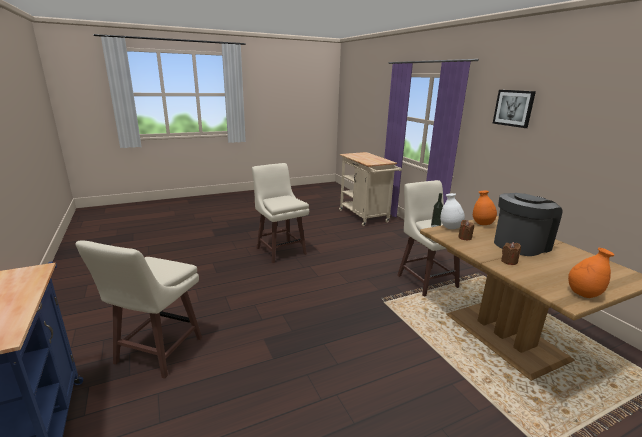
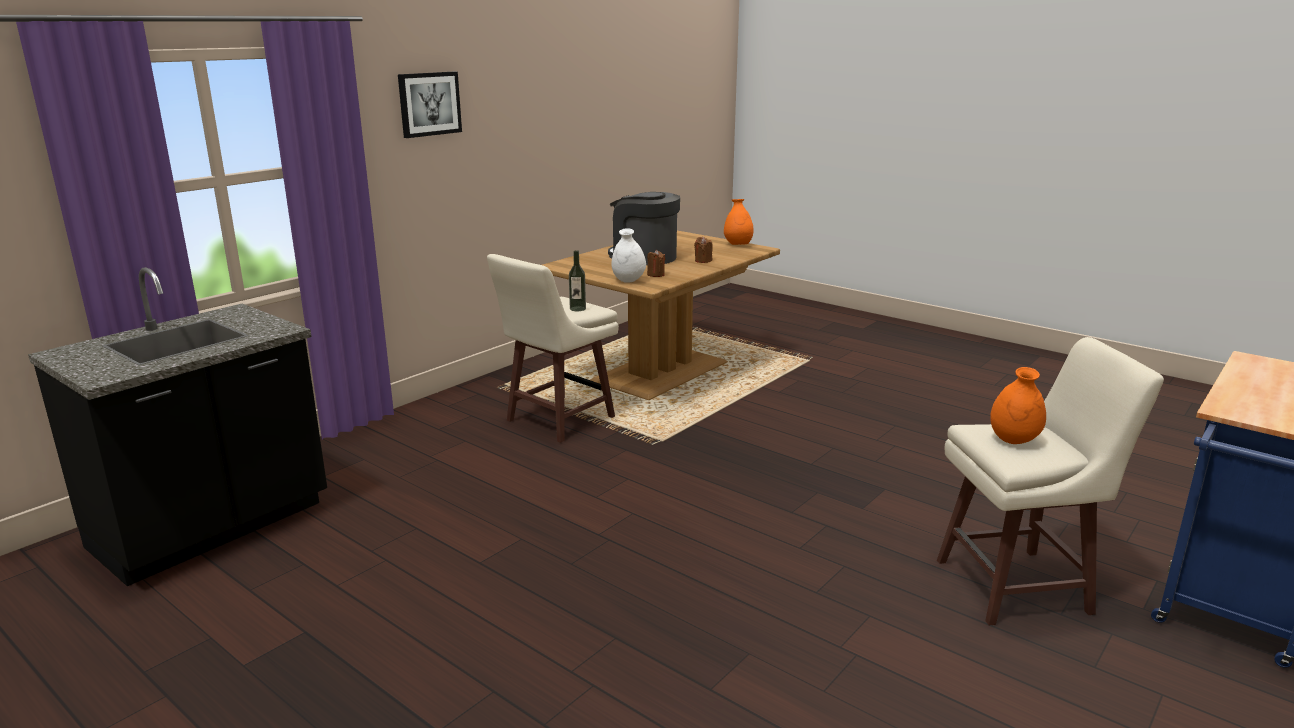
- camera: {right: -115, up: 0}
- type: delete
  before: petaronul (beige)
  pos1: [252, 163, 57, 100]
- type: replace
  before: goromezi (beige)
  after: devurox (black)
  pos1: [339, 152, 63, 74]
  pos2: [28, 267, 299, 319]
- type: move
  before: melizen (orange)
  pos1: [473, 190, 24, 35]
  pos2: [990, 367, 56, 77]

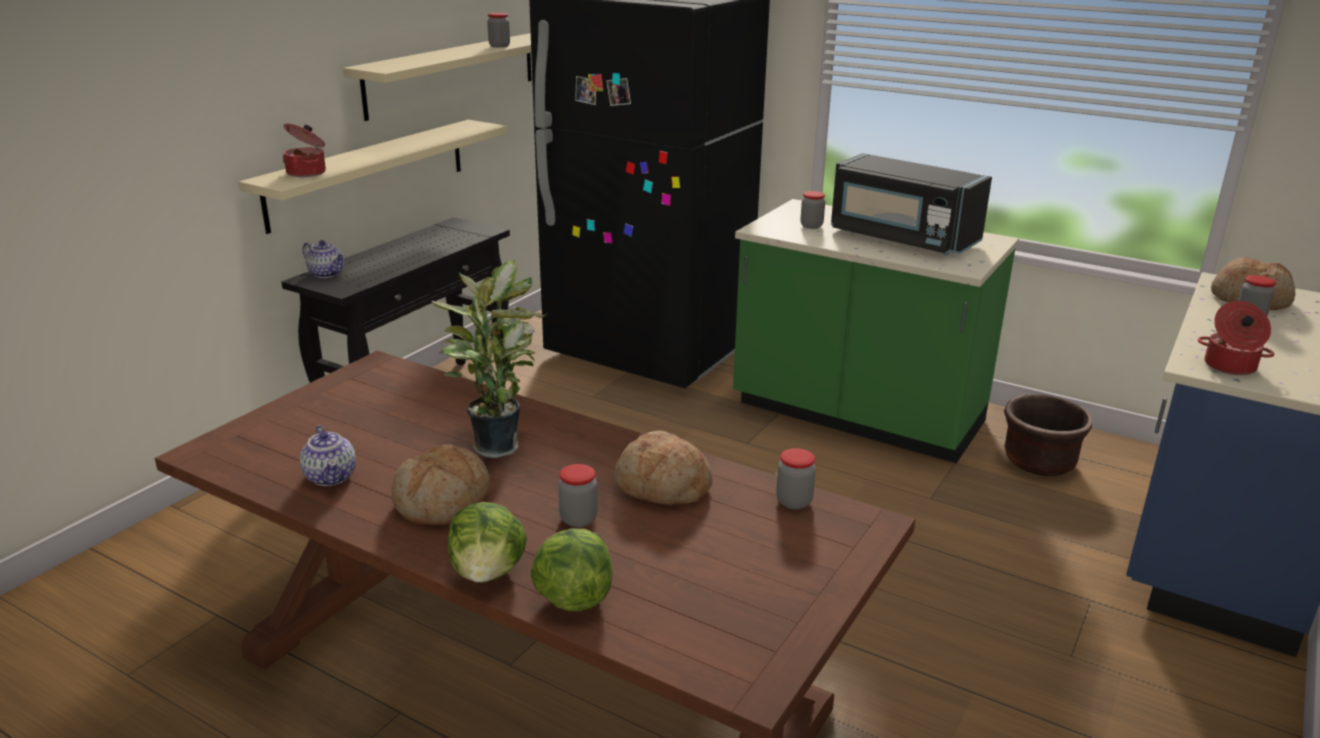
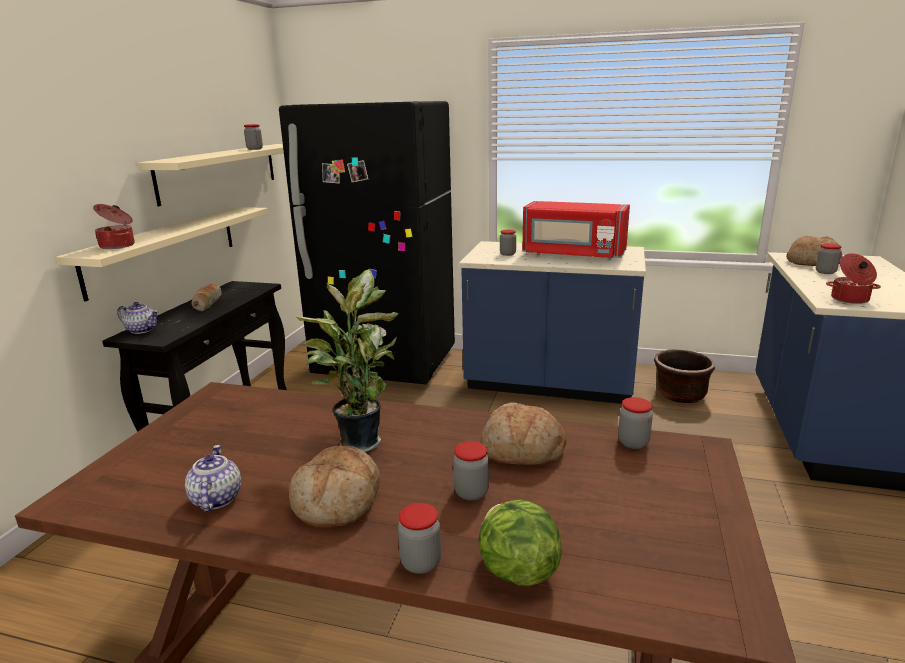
- camera: {right: -15, up: -5}
- type: rotate
  before: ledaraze
  pos1: [300, 425, 56, 61]
  pos2: [185, 445, 56, 67]
  turn: -150
- type: replace
  before: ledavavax
  after: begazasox
  pos1: [448, 502, 79, 81]
  pos2: [398, 503, 43, 71]
- type: recolor
  before: devurox (green)
  after: devurox (blue)
  pos1: [733, 199, 286, 264]
  pos2: [459, 241, 187, 163]
- type: recolor
  before: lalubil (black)
  after: lalubil (red)
  pos1: [831, 153, 161, 102]
  pos2: [522, 201, 108, 59]
- type: insert
  after: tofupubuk
  pos2: [192, 284, 30, 27]

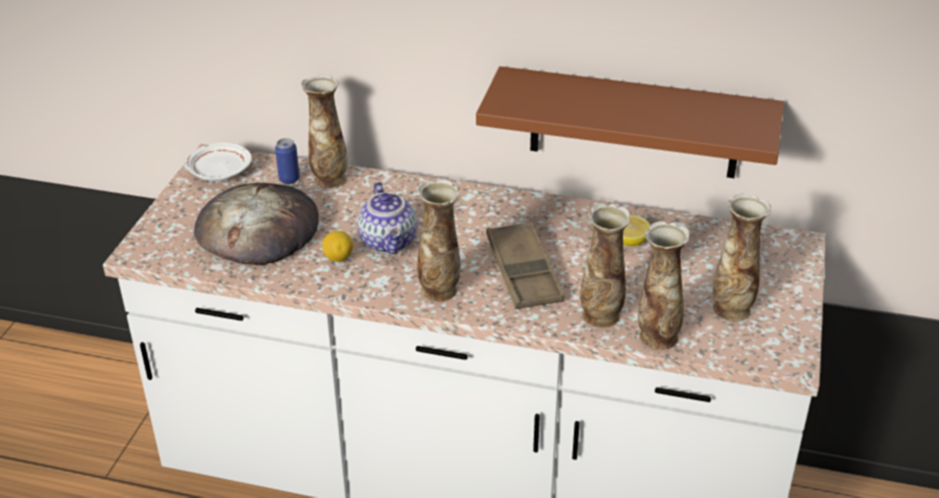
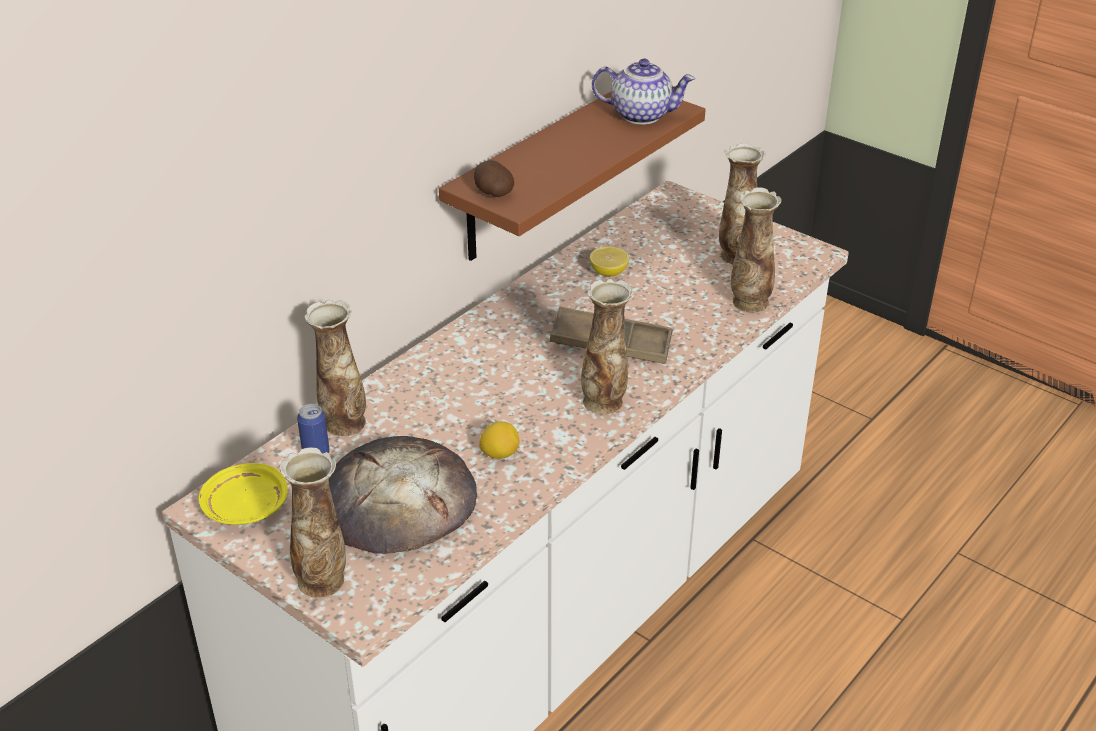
- camera: {right: -65, up: 0}
- type: recolor
  before: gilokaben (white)
  after: gilokaben (yellow)
  pos1: [186, 143, 66, 38]
  pos2: [199, 463, 89, 62]
- type: move
  before: ledaraze
  pos1: [357, 182, 60, 72]
  pos2: [592, 59, 103, 66]
- type: move
  before: melizen
  pos1: [580, 203, 51, 125]
  pos2: [280, 447, 66, 151]
- type: insert
  after: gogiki
  pos2: [474, 160, 40, 37]

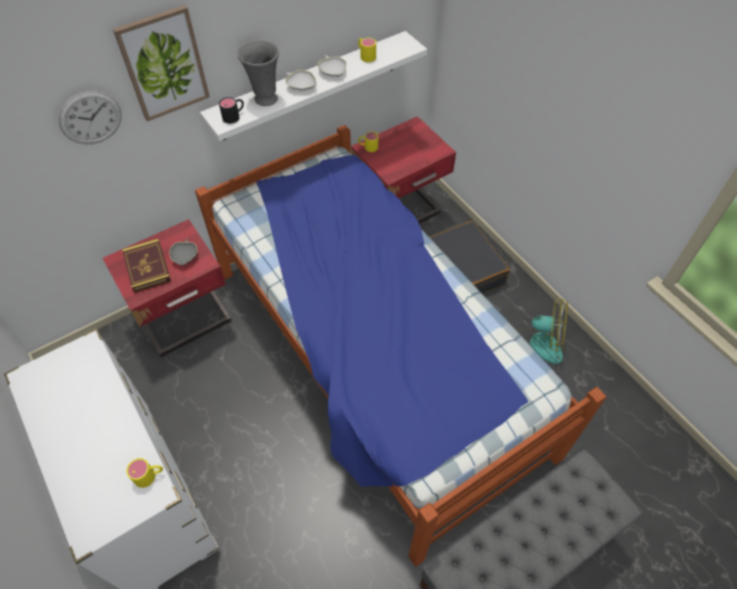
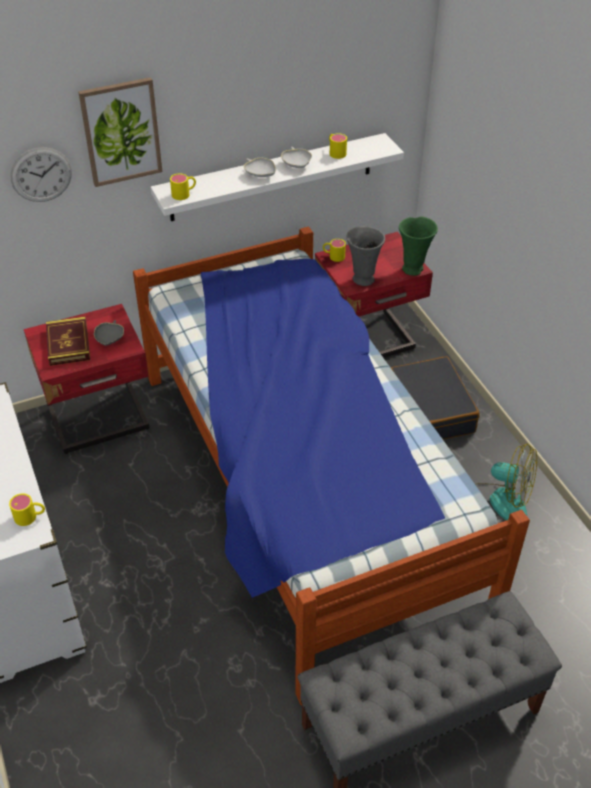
- camera: {right: 10, up: -10}
- type: recolor
  before: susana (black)
  after: susana (yellow)
  pos1: [219, 97, 25, 27]
  pos2: [170, 173, 26, 27]
- type: move
  before: melizen (grey)
  pos1: [237, 40, 42, 66]
  pos2: [346, 226, 39, 60]
- type: insert
  after: melizen (green)
  pos2: [399, 217, 39, 59]

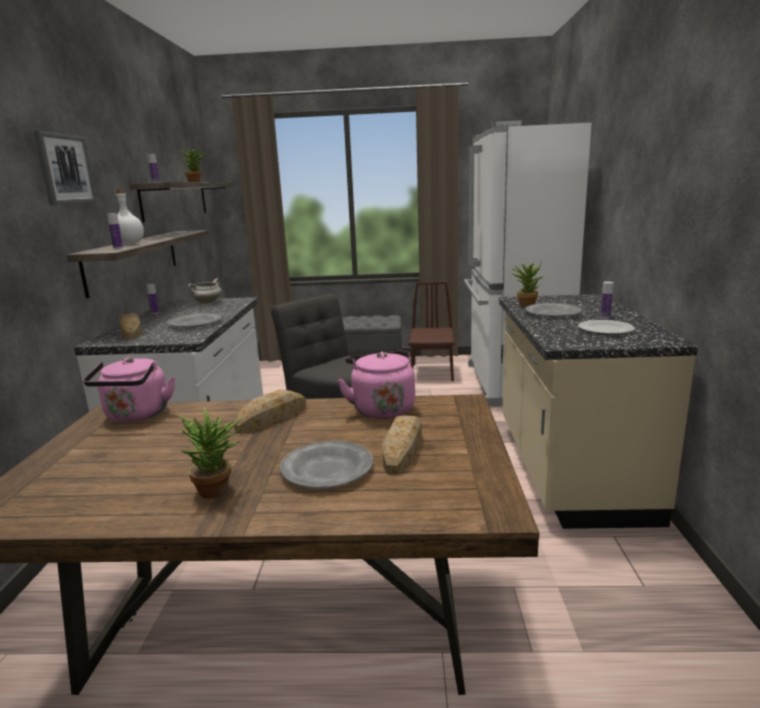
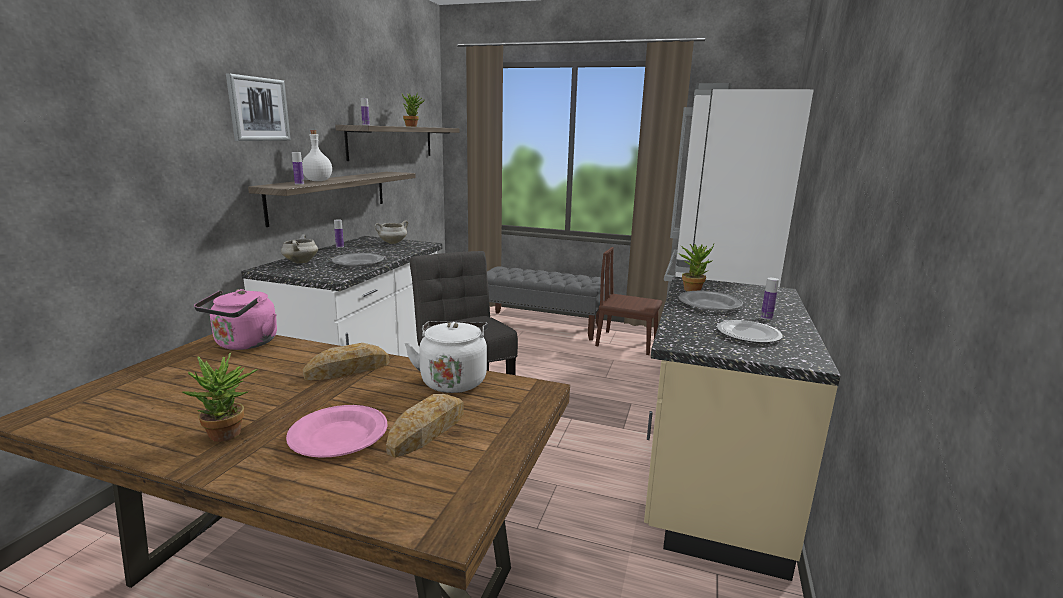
- camera: {right: 15, up: 0}
- type: replace
  before: tofupubuk
  after: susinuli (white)
  pos1: [119, 313, 23, 26]
  pos2: [281, 234, 37, 29]
- type: recolor
  before: gilokaben (grey)
  after: gilokaben (pink)
  pos1: [280, 441, 93, 48]
  pos2: [286, 405, 102, 53]
- type: recolor
  before: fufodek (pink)
  after: fufodek (white)
  pos1: [338, 351, 77, 68]
  pos2: [405, 321, 83, 72]
- type: rotate
  before: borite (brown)
  pos1: [409, 281, 46, 100]
  pos2: [595, 247, 67, 108]
  turn: -90

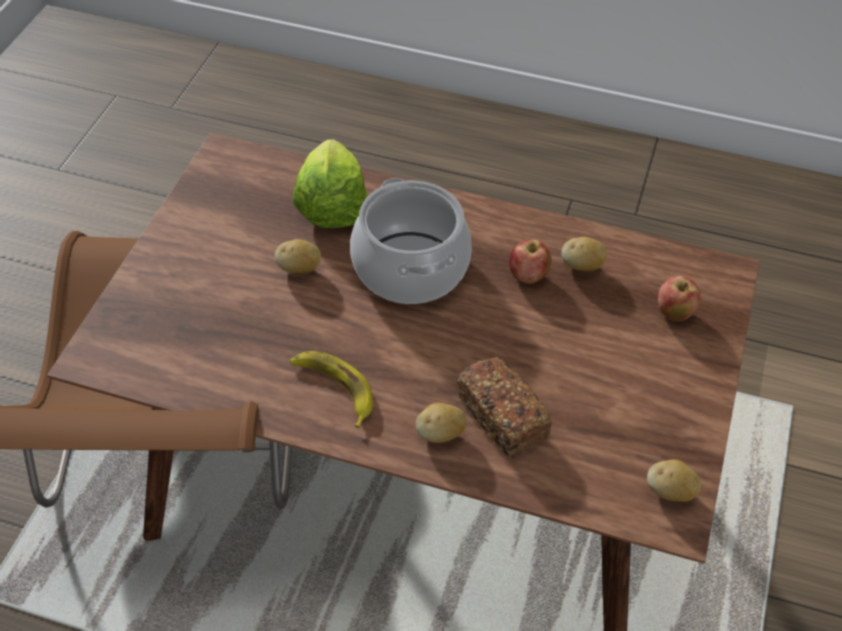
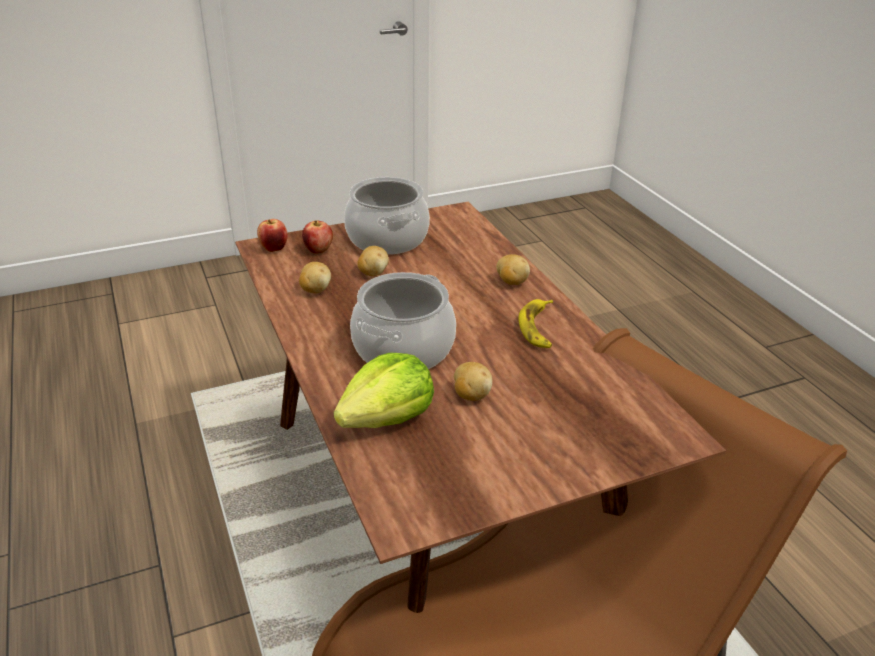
- camera: {right: -130, up: -15}
- type: delete
  before: tofupubuk
  pos1: [457, 357, 95, 101]
- type: move
  before: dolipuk
  pos1: [509, 239, 42, 45]
  pos2: [257, 219, 31, 33]
- type: move
  before: gogiki
  pos1: [647, 459, 54, 43]
  pos2: [357, 246, 32, 30]
- type: insert
  after: susinuli
  pos2: [344, 177, 86, 78]

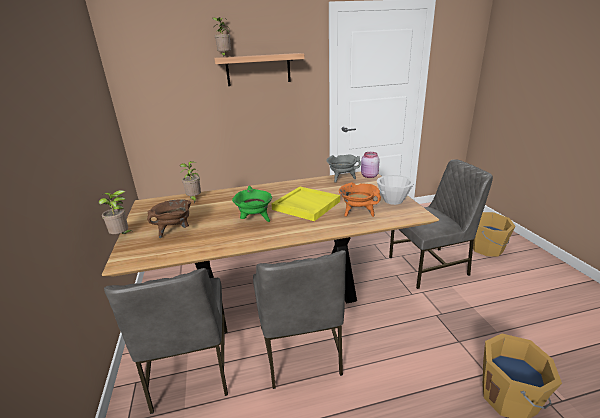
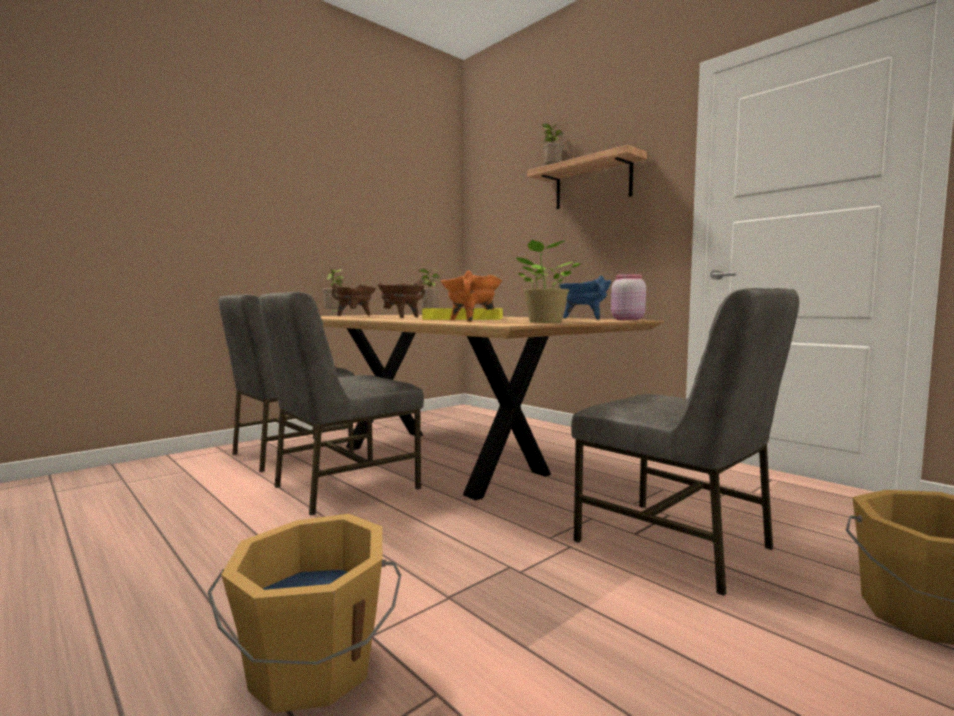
- camera: {right: 60, up: -20}
- type: recolor
  before: susinuli (green)
  after: susinuli (brown)
  pos1: [232, 186, 40, 36]
  pos2: [377, 280, 48, 38]
- type: recolor
  before: susinuli (grey)
  after: susinuli (blue)
  pos1: [326, 155, 35, 28]
  pos2: [559, 276, 52, 43]
- type: replace
  before: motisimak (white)
  after: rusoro
  pos1: [377, 175, 37, 30]
  pos2: [516, 240, 65, 83]

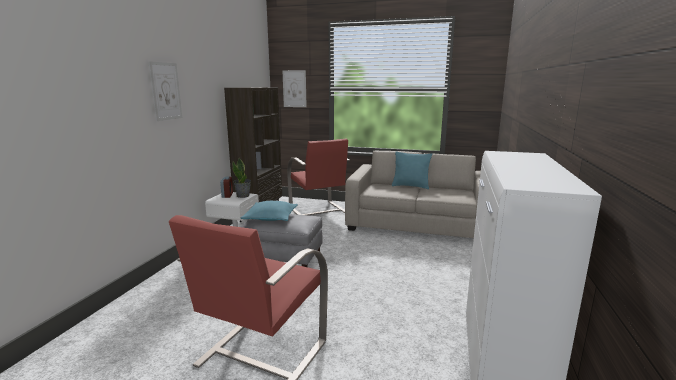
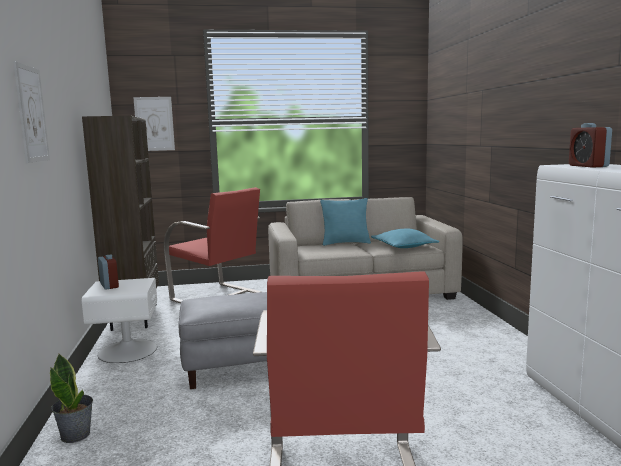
- camera: {right: -25, up: -5}
- type: move
  before: rusoro
  pos1: [232, 158, 19, 40]
  pos2: [50, 354, 43, 89]
- type: move
  before: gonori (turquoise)
  pos1: [240, 201, 58, 20]
  pos2: [371, 229, 68, 19]
- type: insert
  after: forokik
  pos2: [569, 123, 43, 45]

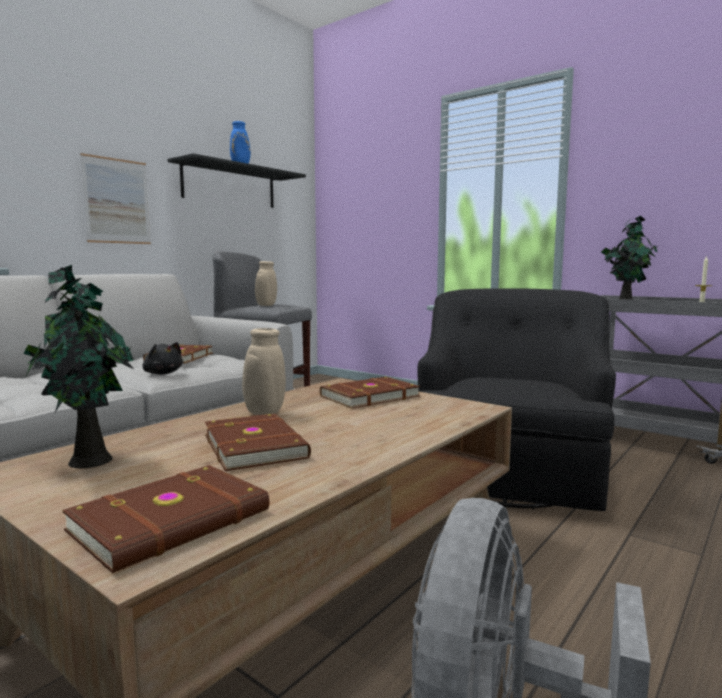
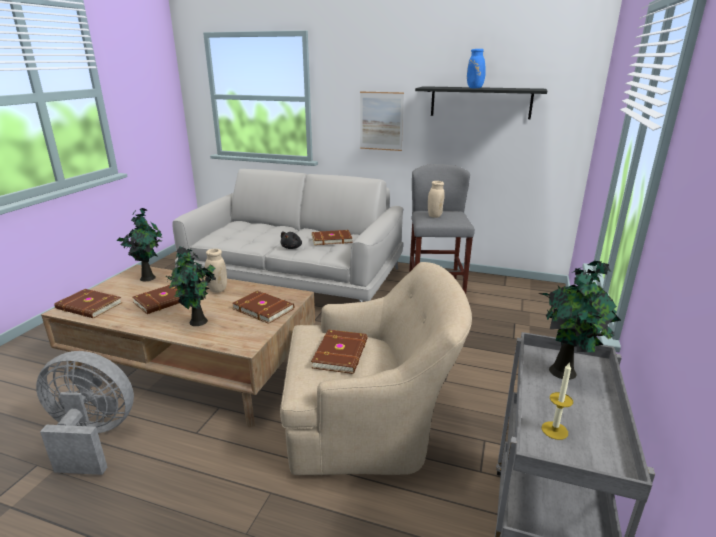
- camera: {right: 70, up: 15}
- type: recolor
  before: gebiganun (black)
  after: gebiganun (beige)
  pos1: [417, 288, 199, 223]
  pos2: [280, 262, 192, 213]
- type: insert
  after: rusoro
  pos2: [165, 246, 51, 80]
- type: insert
  after: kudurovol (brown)
  pos2: [311, 329, 57, 45]

